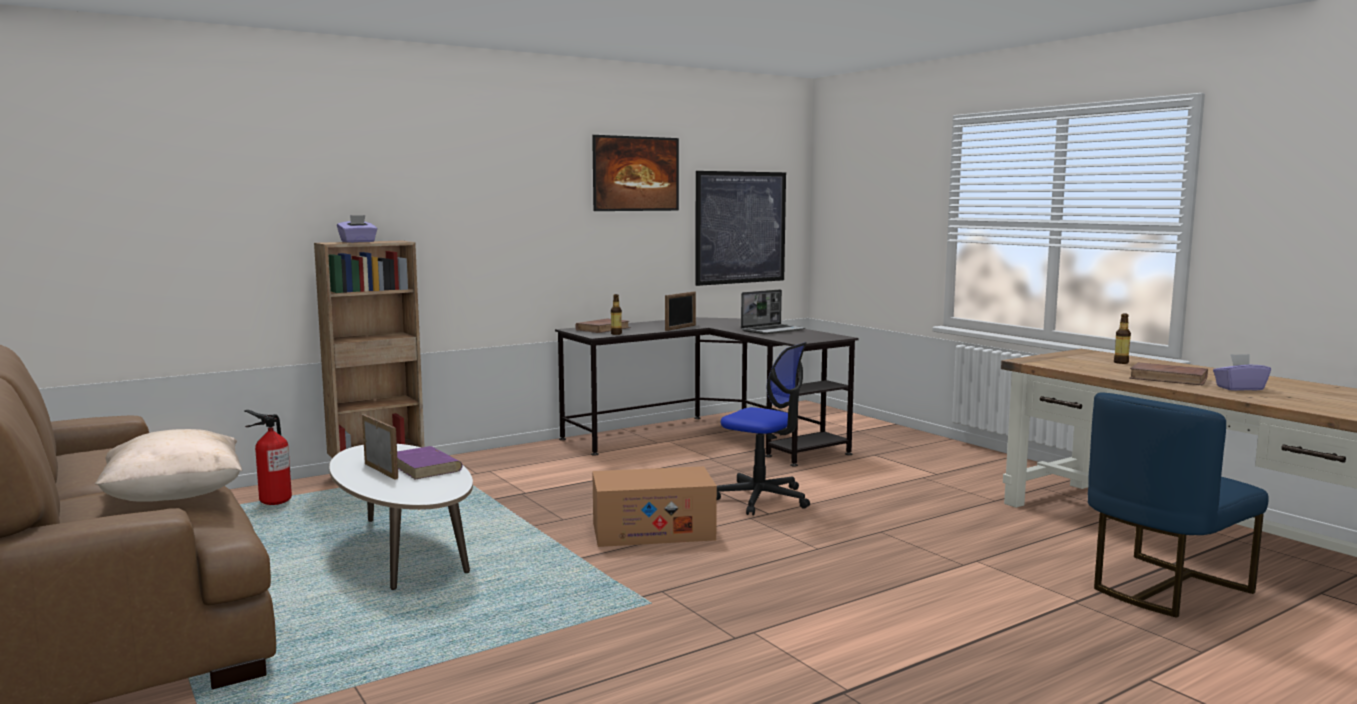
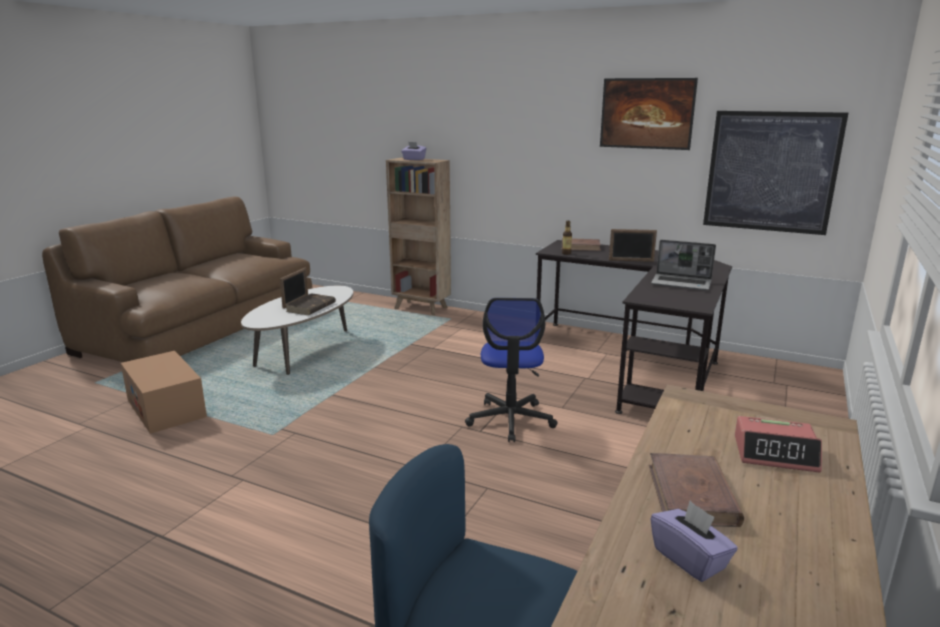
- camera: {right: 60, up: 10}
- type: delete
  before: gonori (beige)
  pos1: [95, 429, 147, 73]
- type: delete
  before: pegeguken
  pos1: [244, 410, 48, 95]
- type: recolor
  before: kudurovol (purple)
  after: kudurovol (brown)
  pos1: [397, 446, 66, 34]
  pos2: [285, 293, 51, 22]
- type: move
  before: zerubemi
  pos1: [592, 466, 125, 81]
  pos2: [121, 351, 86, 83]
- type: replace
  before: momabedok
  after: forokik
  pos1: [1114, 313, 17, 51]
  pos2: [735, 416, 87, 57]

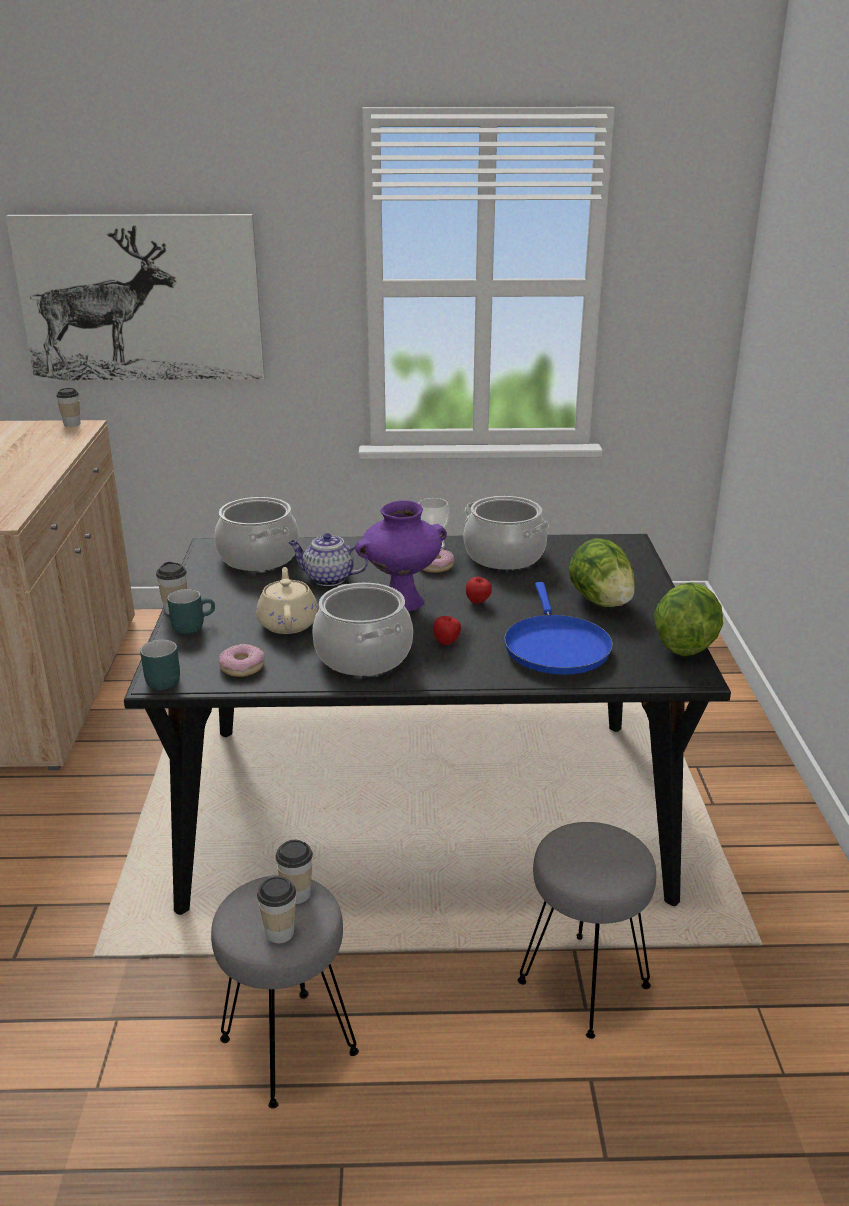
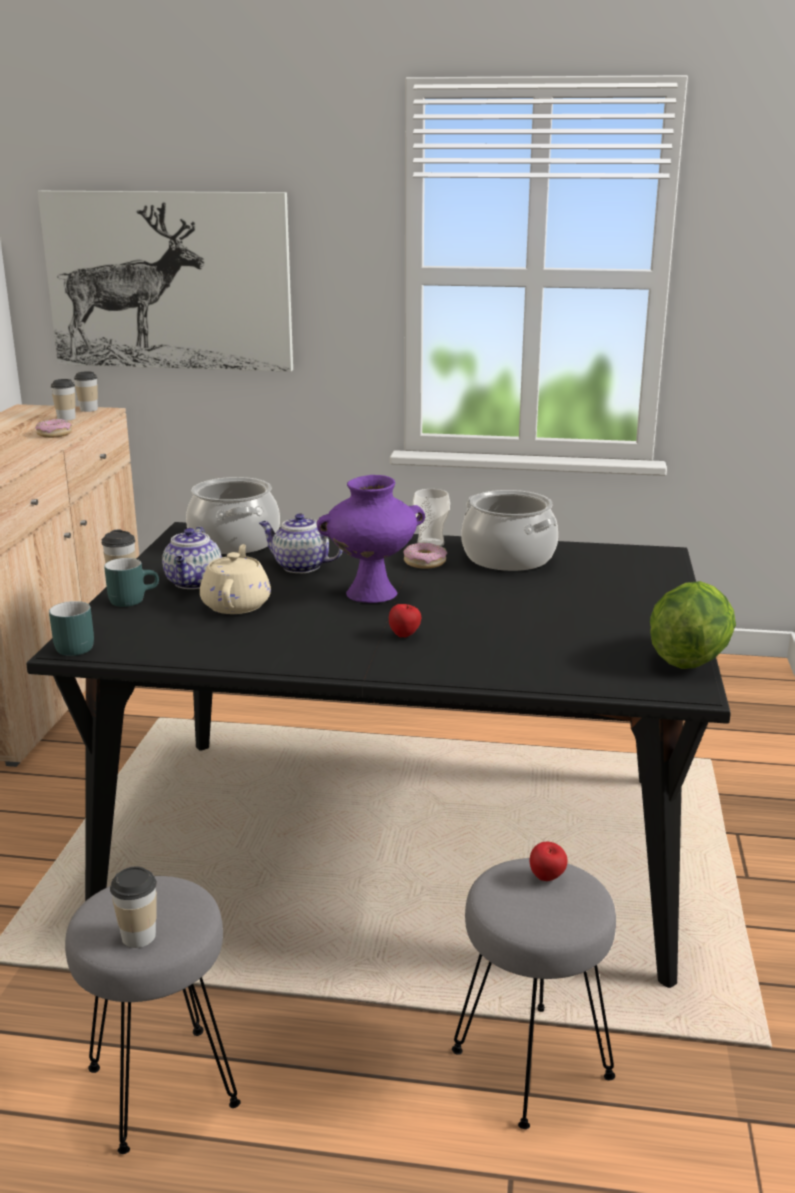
- camera: {right: 10, up: -5}
- type: move
  before: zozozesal
  pos1: [218, 644, 46, 33]
  pos2: [35, 419, 37, 19]
- type: move
  before: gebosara
  pos1: [275, 840, 38, 64]
  pos2: [51, 379, 25, 42]
- type: delete
  before: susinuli
  pos1: [312, 583, 101, 93]
- type: move
  before: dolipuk
  pos1: [466, 577, 26, 27]
  pos2: [530, 842, 38, 39]
- type: delete
  before: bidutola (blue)
  pos1: [504, 582, 109, 92]
- type: delete
  before: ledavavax
  pos1: [569, 538, 66, 69]
- type: insert
  after: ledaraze
  pos2: [162, 526, 60, 63]

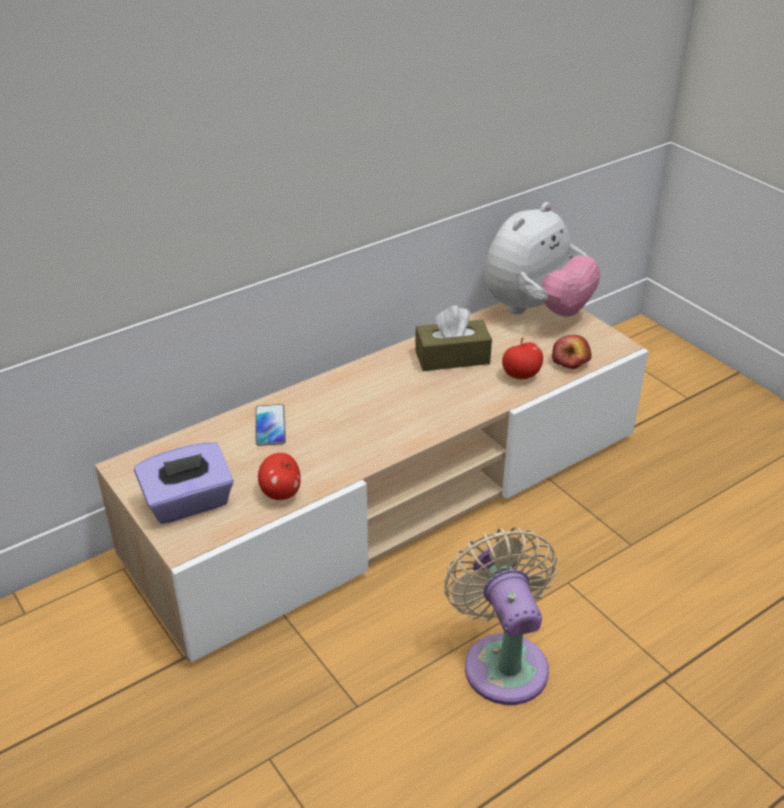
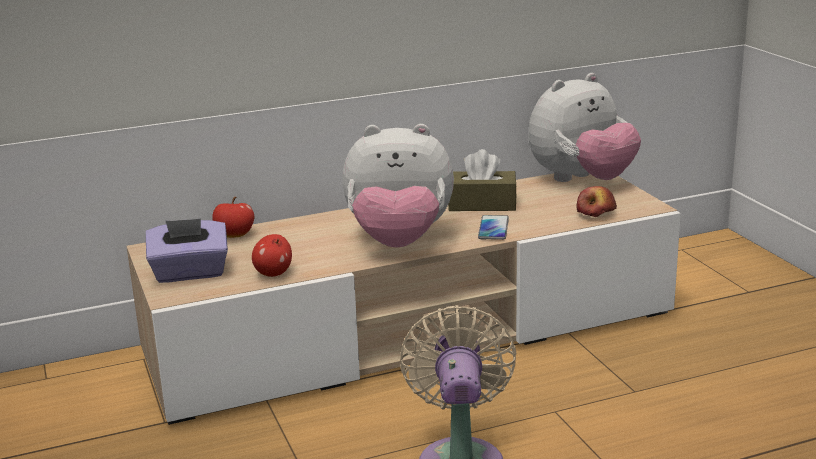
- camera: {right: 15, up: -15}
- type: move
  before: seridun
  pos1: [255, 404, 31, 42]
  pos2: [478, 215, 31, 25]
- type: move
  before: dolipuk
  pos1: [502, 337, 41, 42]
  pos2: [212, 197, 42, 41]
- type: insert
  after: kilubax
  pos2: [342, 124, 112, 124]

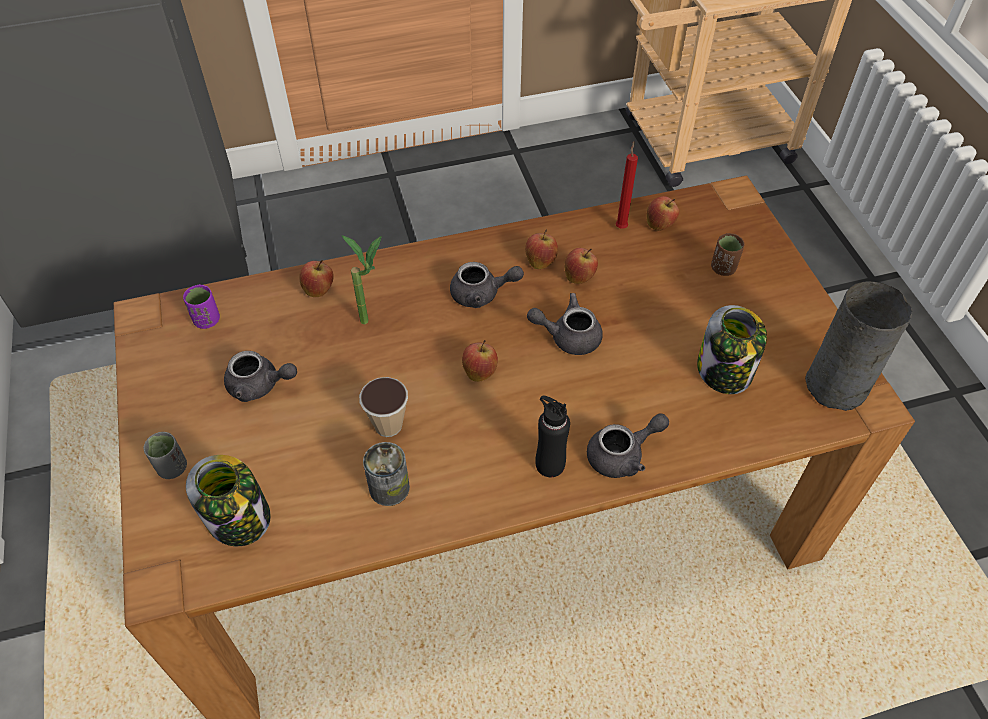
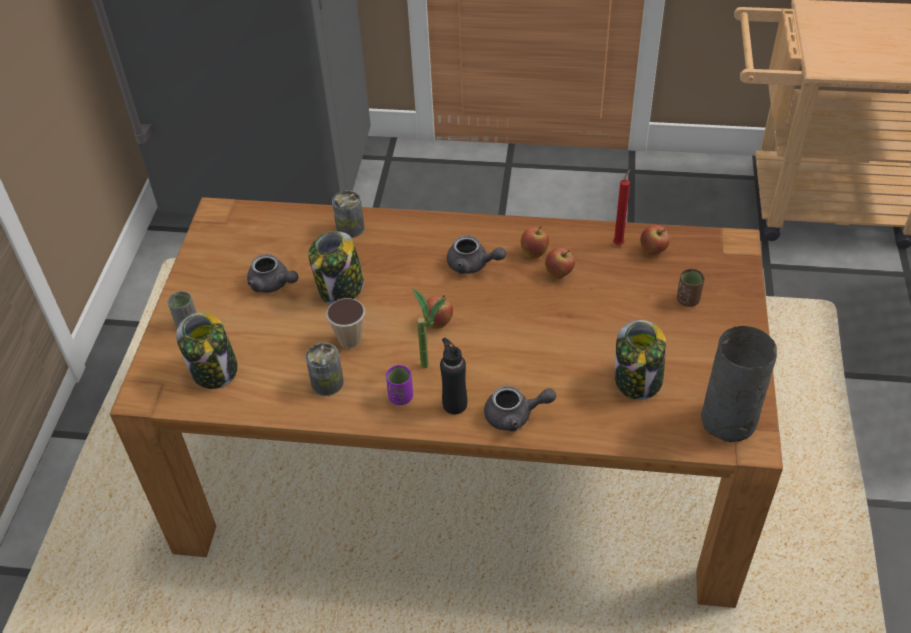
- camera: {right: 25, up: -5}
- type: move
  before: gebosara (purple)
  pos1: [183, 284, 37, 45]
  pos2: [386, 365, 27, 40]
- type: replace
  before: dolipuk
  after: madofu
  pos1: [299, 260, 35, 37]
  pos2: [332, 190, 33, 48]
- type: move
  before: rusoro
  pos1: [341, 235, 41, 89]
  pos2: [413, 289, 33, 79]
- type: delete
  before: ledaraze (grey)
  pos1: [527, 293, 76, 62]
- type: insert
  after: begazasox
  pos2: [308, 231, 56, 73]

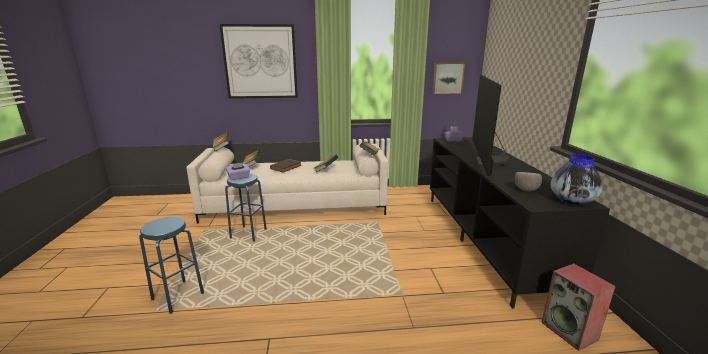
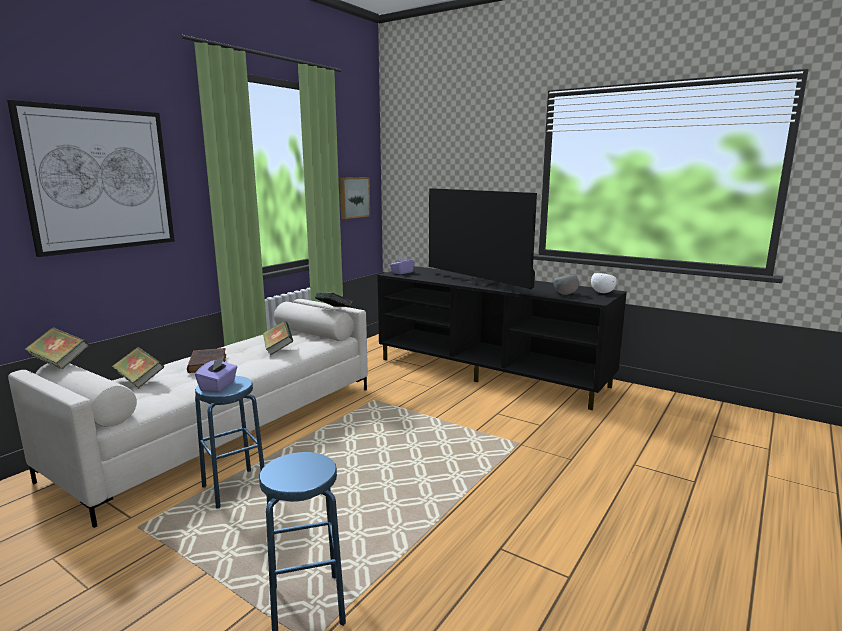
- camera: {right: -50, up: -5}
- type: delete
  before: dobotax
  pos1: [541, 263, 75, 88]
- type: replace
  before: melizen
  after: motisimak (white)
  pos1: [551, 154, 52, 51]
  pos2: [591, 273, 26, 20]

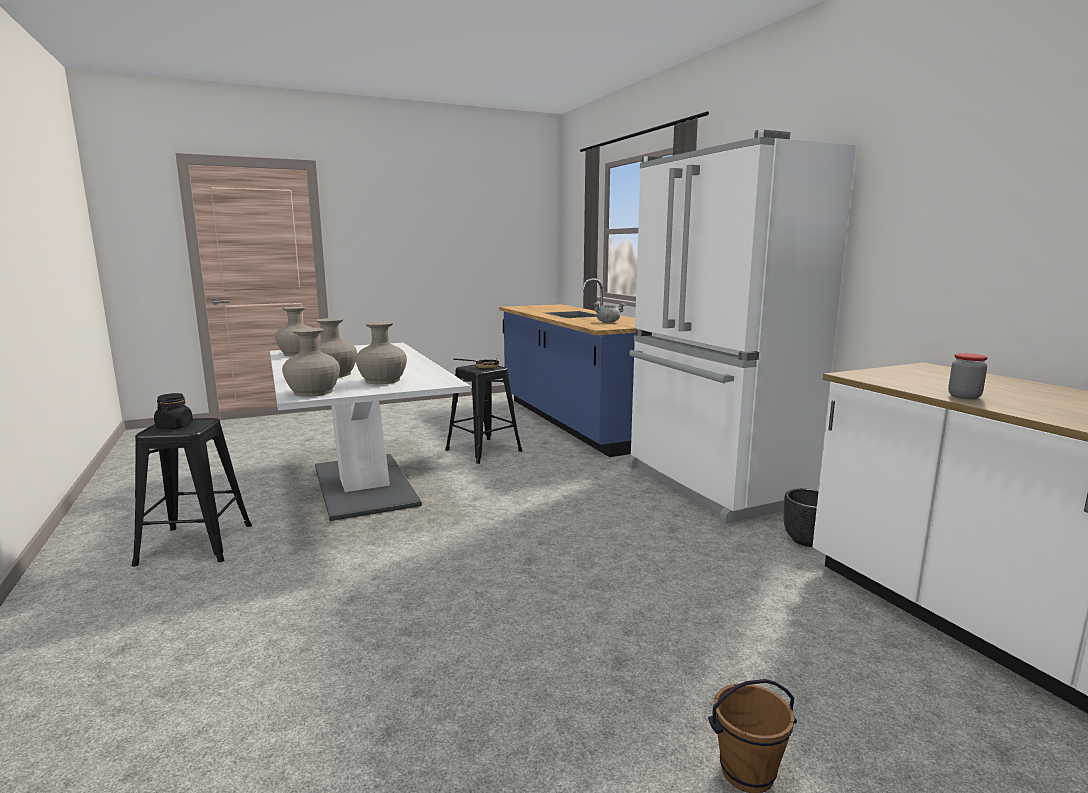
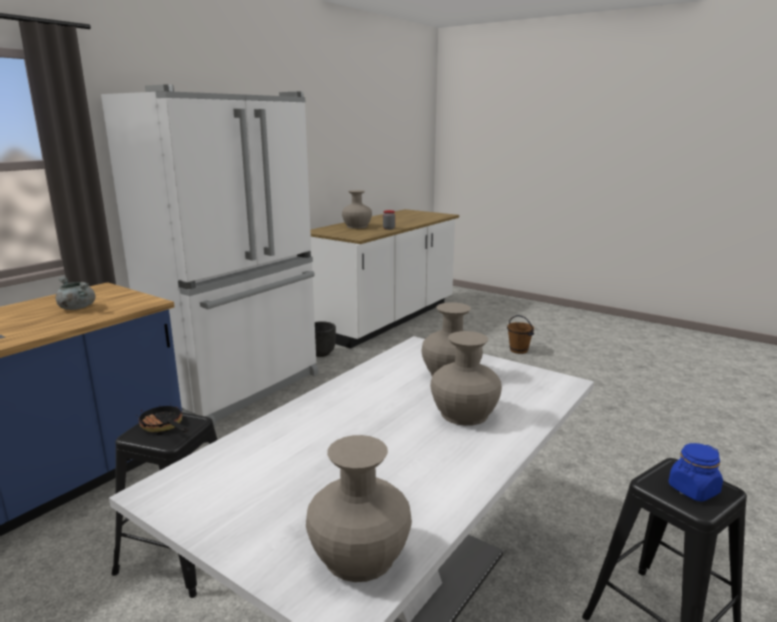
- camera: {right: -120, up: 5}
- type: recolor
  before: begazasox (black)
  after: begazasox (blue)
  pos1: [154, 393, 39, 36]
  pos2: [669, 443, 54, 59]
- type: move
  before: melizen (beige)
  pos1: [282, 328, 58, 69]
  pos2: [342, 190, 30, 39]

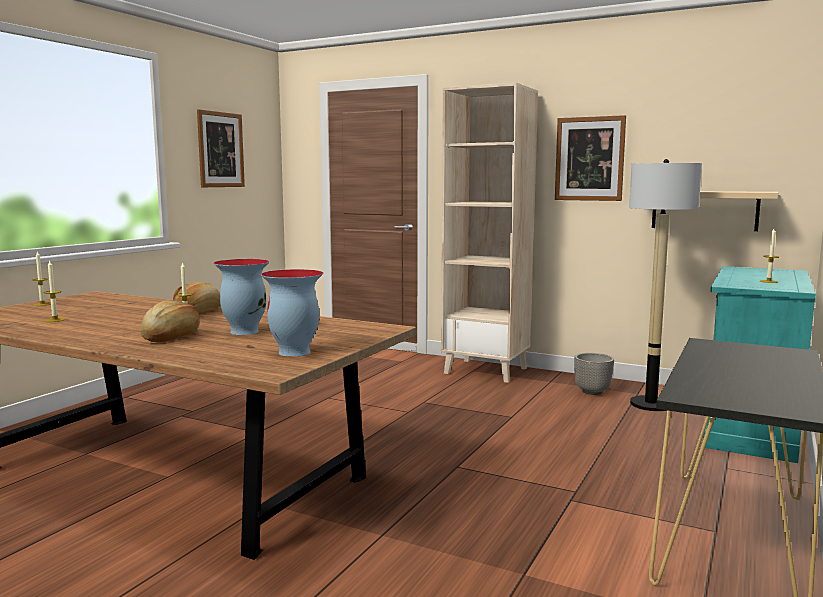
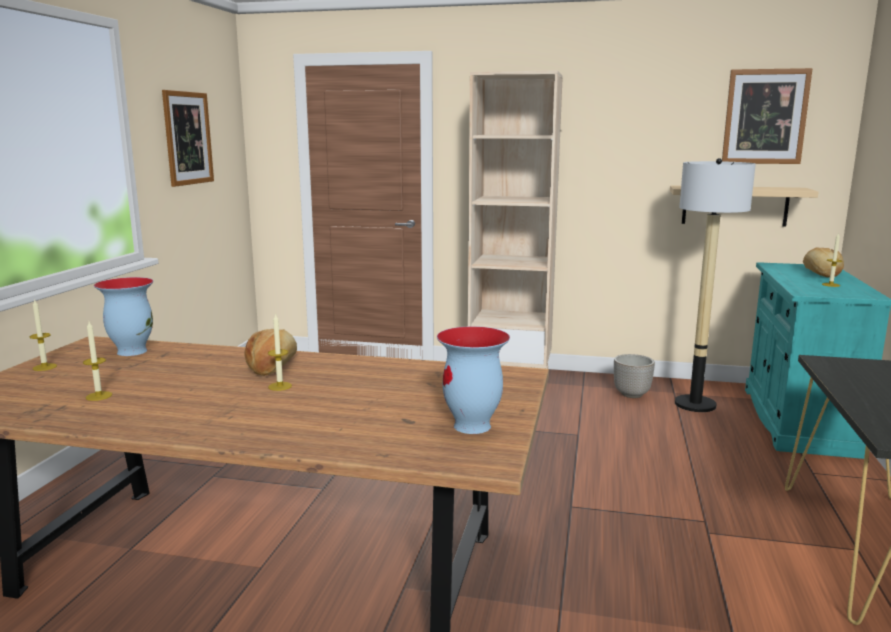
- camera: {right: -15, up: 5}
- type: move
  before: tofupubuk
  pos1: [140, 300, 60, 42]
  pos2: [803, 247, 41, 30]
- type: move
  before: melizen
  pos1: [214, 259, 55, 76]
  pos2: [94, 277, 59, 79]
- type: move
  before: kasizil
  pos1: [555, 115, 71, 86]
  pos2: [722, 68, 91, 96]

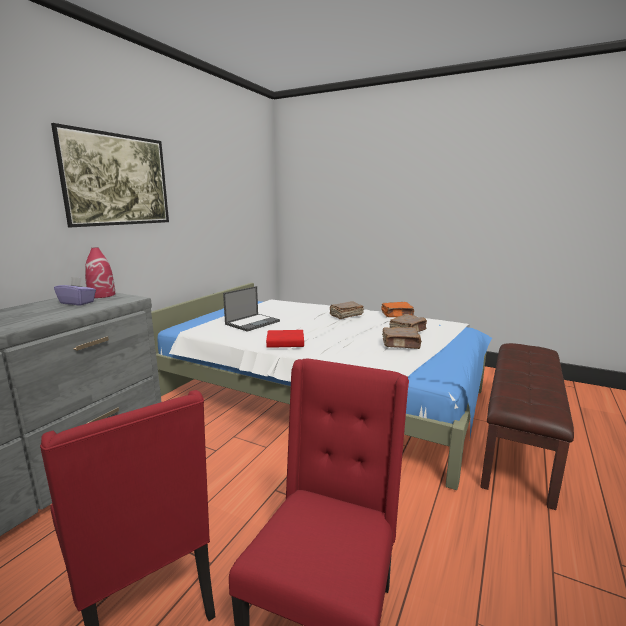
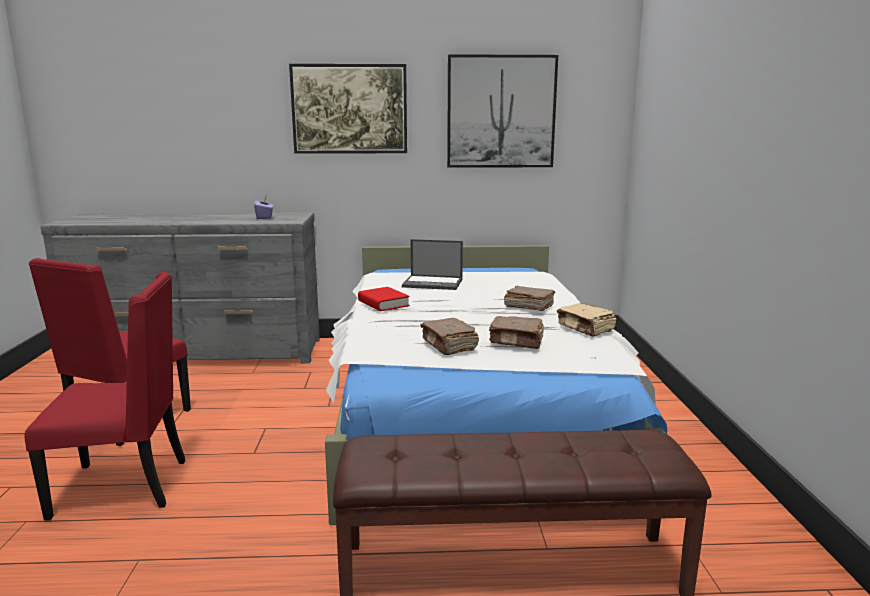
- camera: {right: 60, up: 0}
- type: delete
  before: melizen (red)
  pos1: [85, 247, 30, 51]
- type: recolor
  before: kudurovol (orange)
  after: kudurovol (beige)
  pos1: [381, 302, 34, 15]
  pos2: [557, 303, 59, 34]
- type: insert
  after: kasizil
  pos2: [447, 54, 111, 114]

